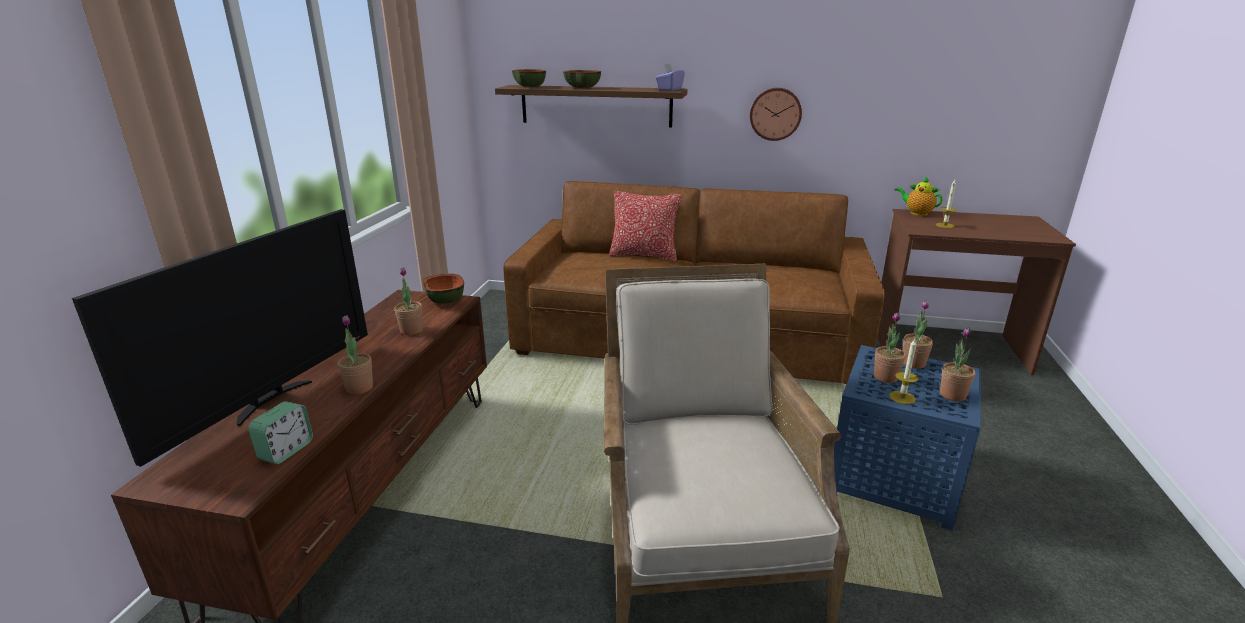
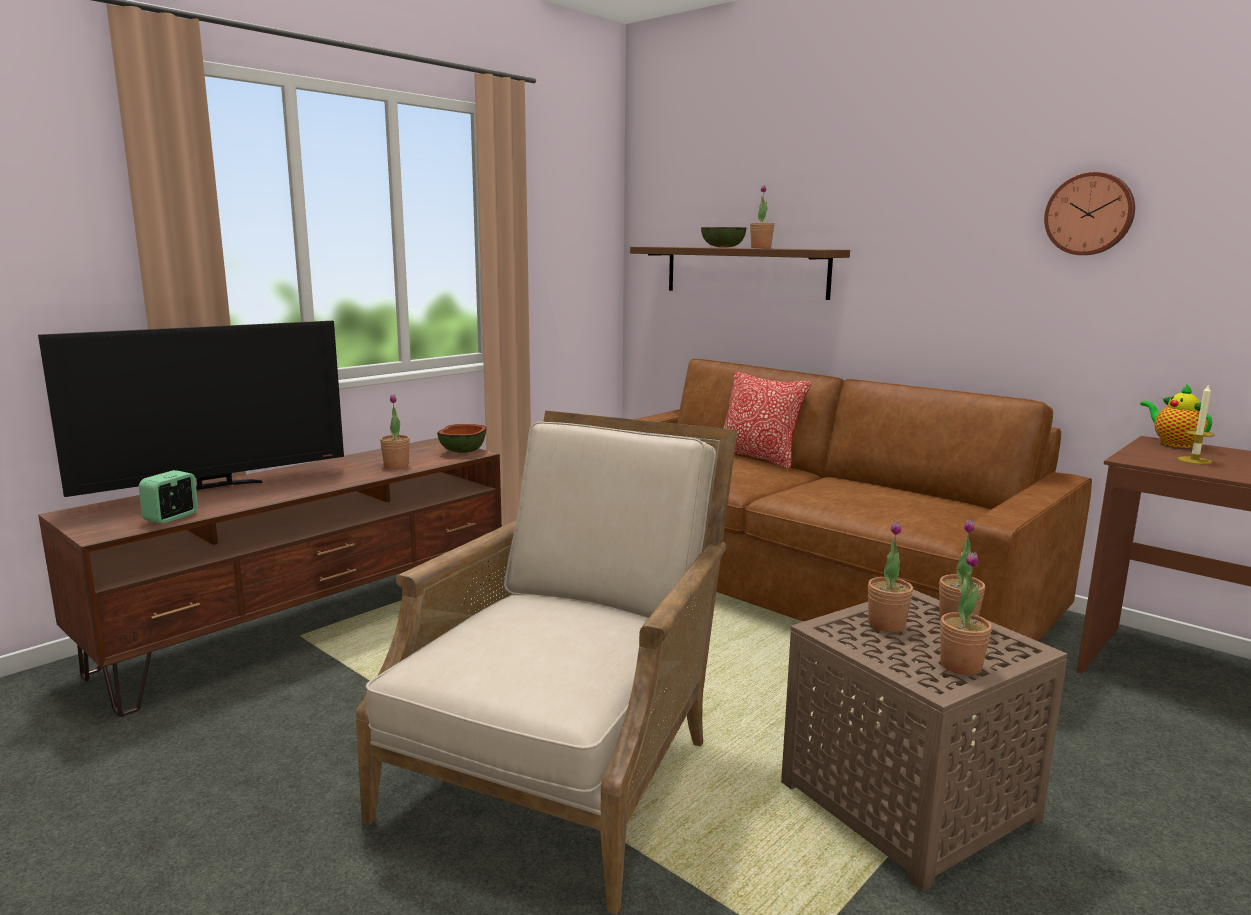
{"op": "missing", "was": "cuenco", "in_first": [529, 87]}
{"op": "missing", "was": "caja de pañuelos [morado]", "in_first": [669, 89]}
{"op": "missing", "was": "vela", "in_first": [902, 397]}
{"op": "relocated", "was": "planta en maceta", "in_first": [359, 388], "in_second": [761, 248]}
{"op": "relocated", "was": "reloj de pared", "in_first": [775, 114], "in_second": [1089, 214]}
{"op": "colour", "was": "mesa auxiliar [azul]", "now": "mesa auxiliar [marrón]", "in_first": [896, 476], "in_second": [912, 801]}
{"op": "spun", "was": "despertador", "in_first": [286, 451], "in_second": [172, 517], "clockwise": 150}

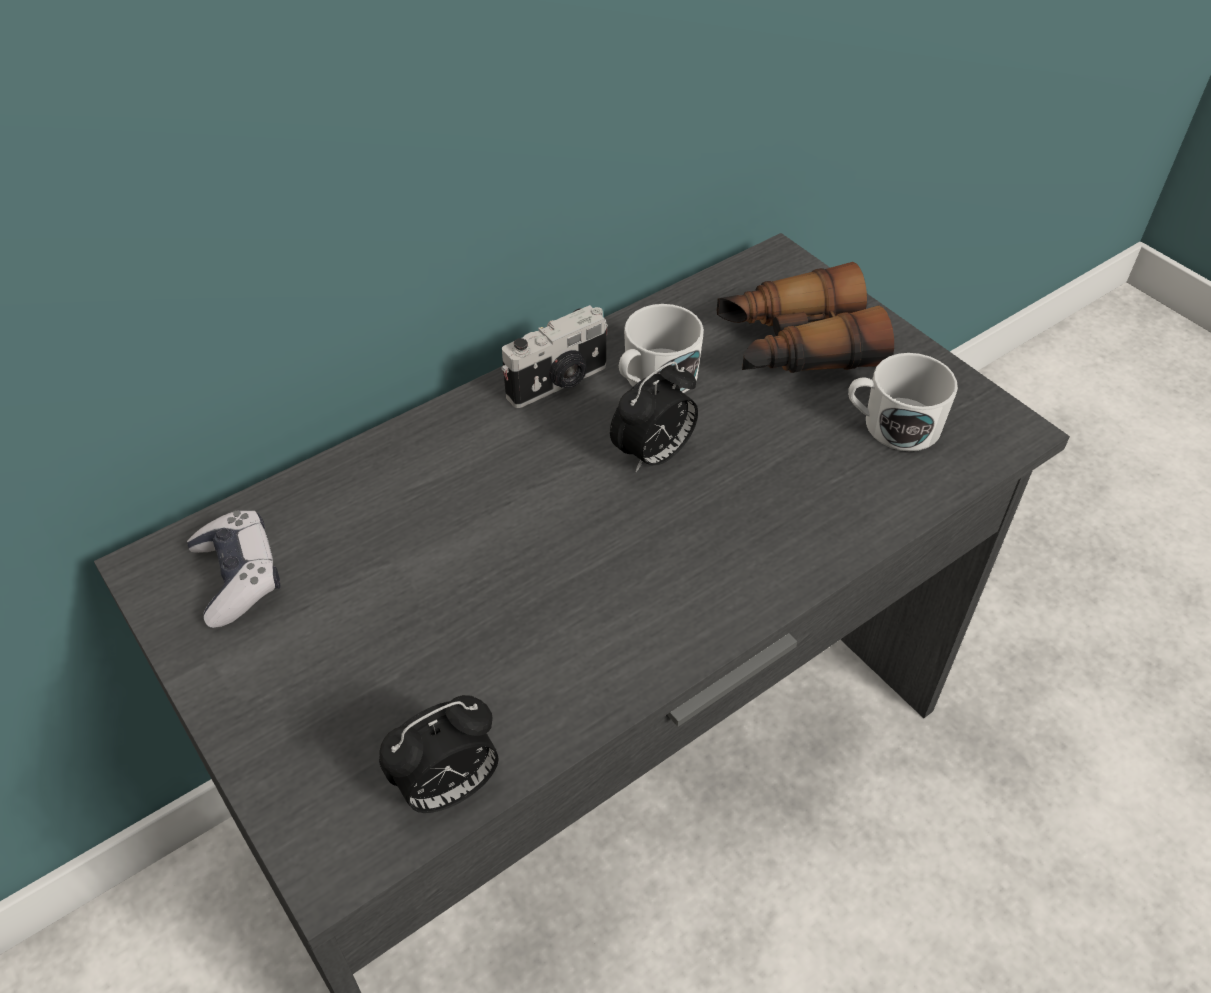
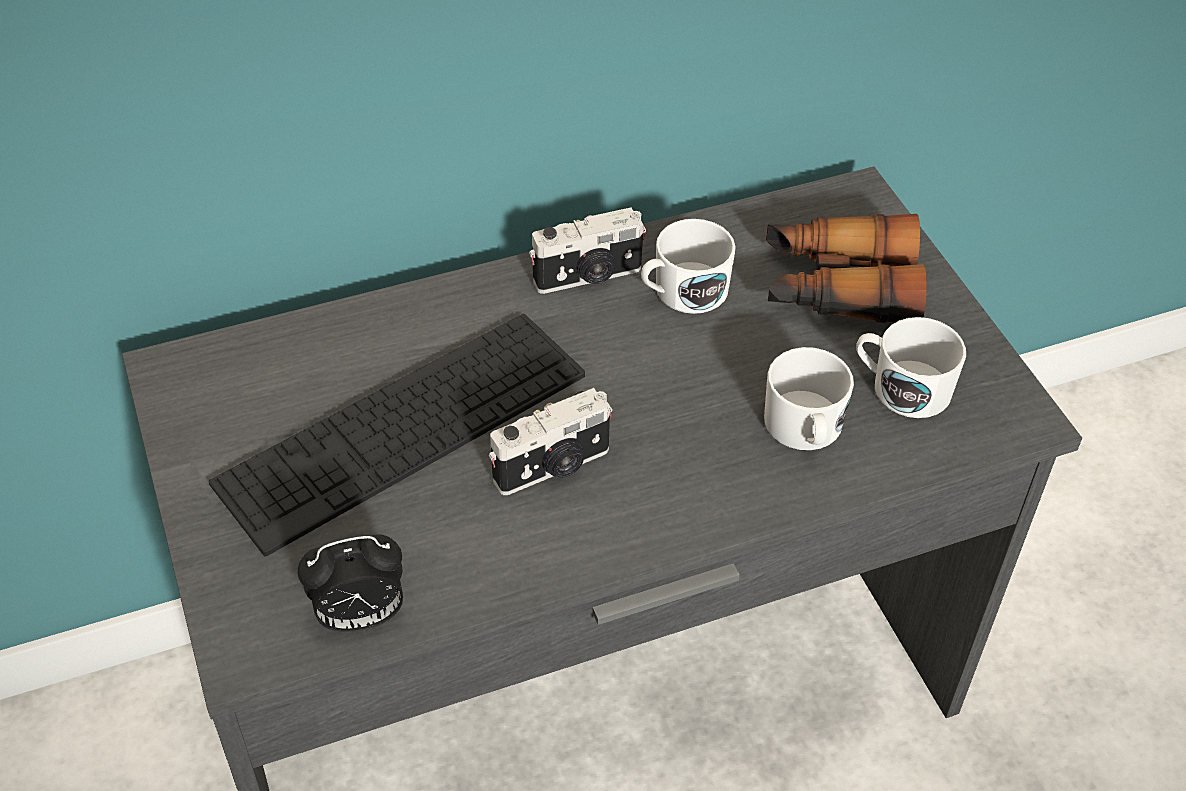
{"op": "missing", "was": "mando de consola", "in_first": [238, 577]}
{"op": "missing", "was": "despertador", "in_first": [654, 455]}
{"op": "appeared", "now": "teclado", "in_second": [403, 428]}
{"op": "appeared", "now": "cámara", "in_second": [553, 468]}
{"op": "appeared", "now": "taza grande [blanco]", "in_second": [805, 430]}

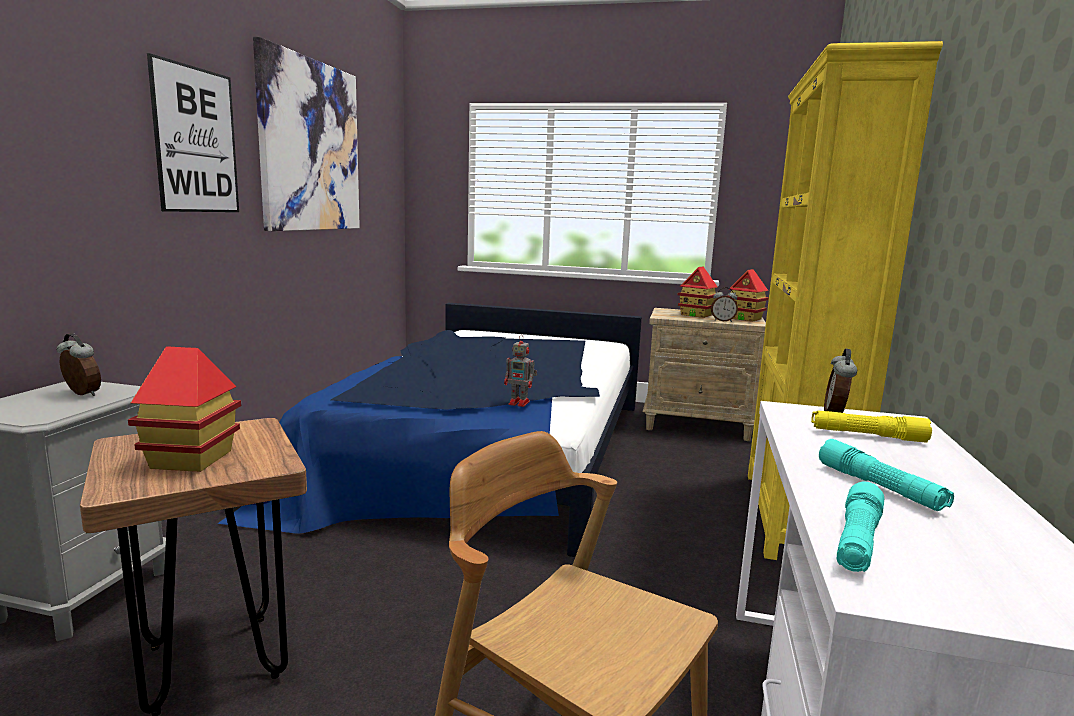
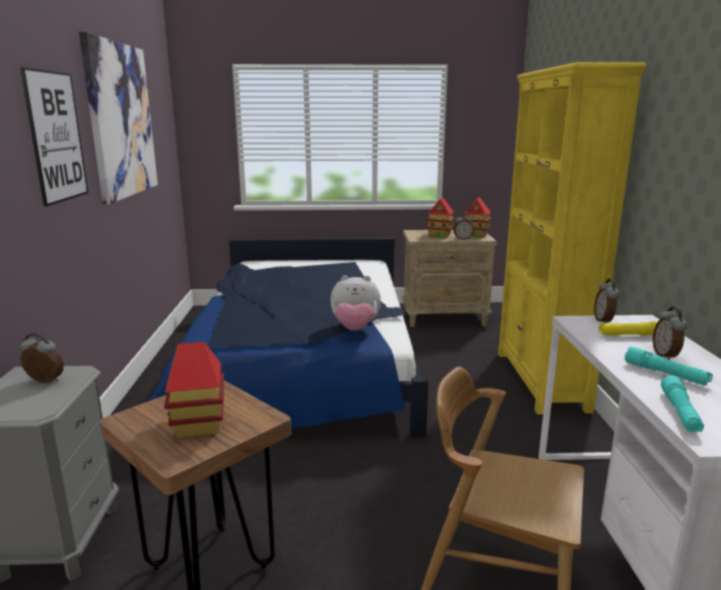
{"op": "appeared", "now": "despertador", "in_second": [666, 355]}
{"op": "exchanged", "was": "robot de juguete", "now": "peluche", "in_first": [520, 403], "in_second": [355, 329]}

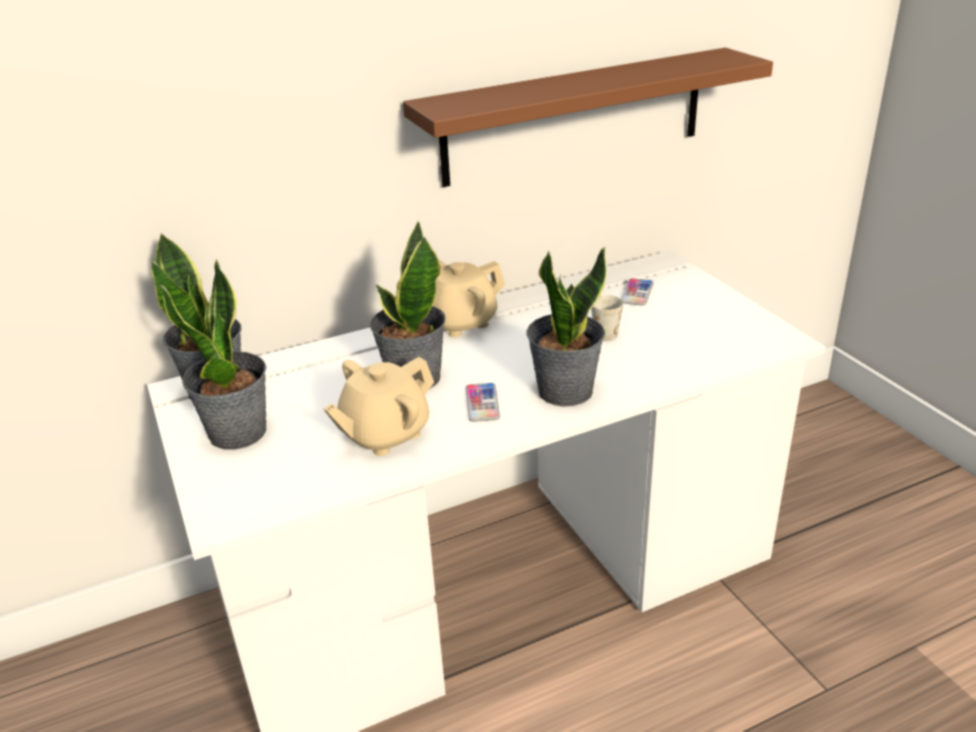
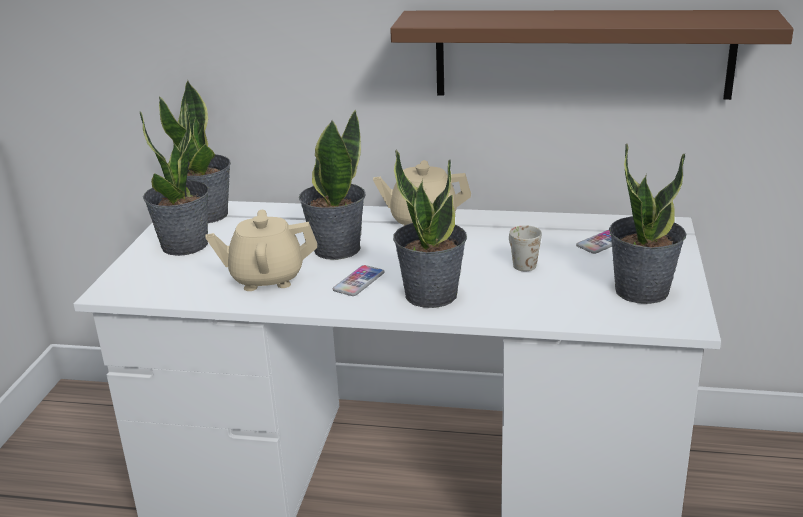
{"op": "appeared", "now": "planta en maceta", "in_second": [641, 290]}

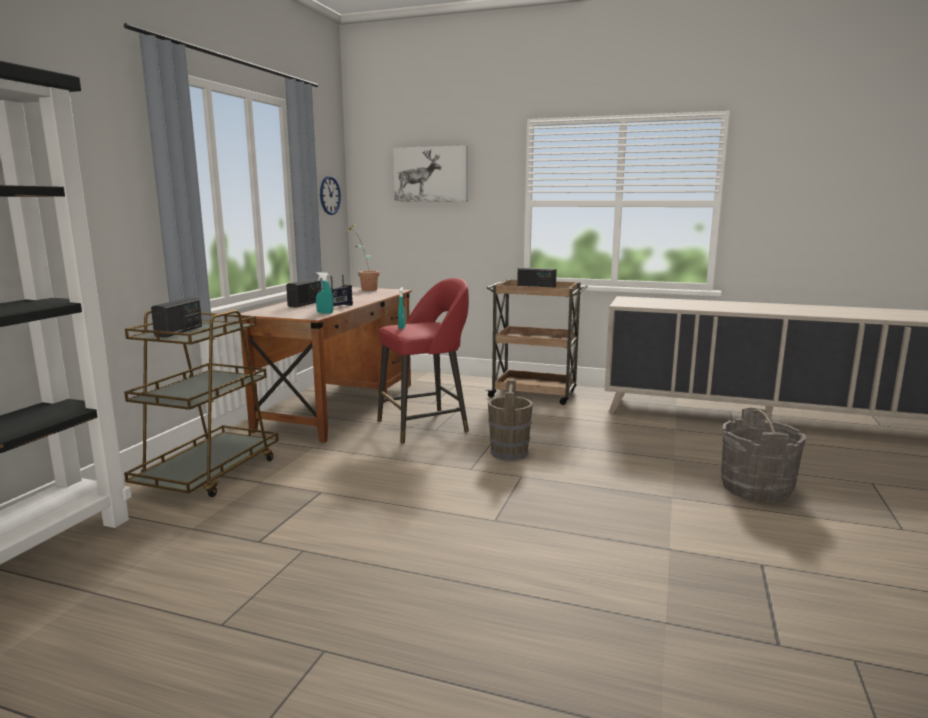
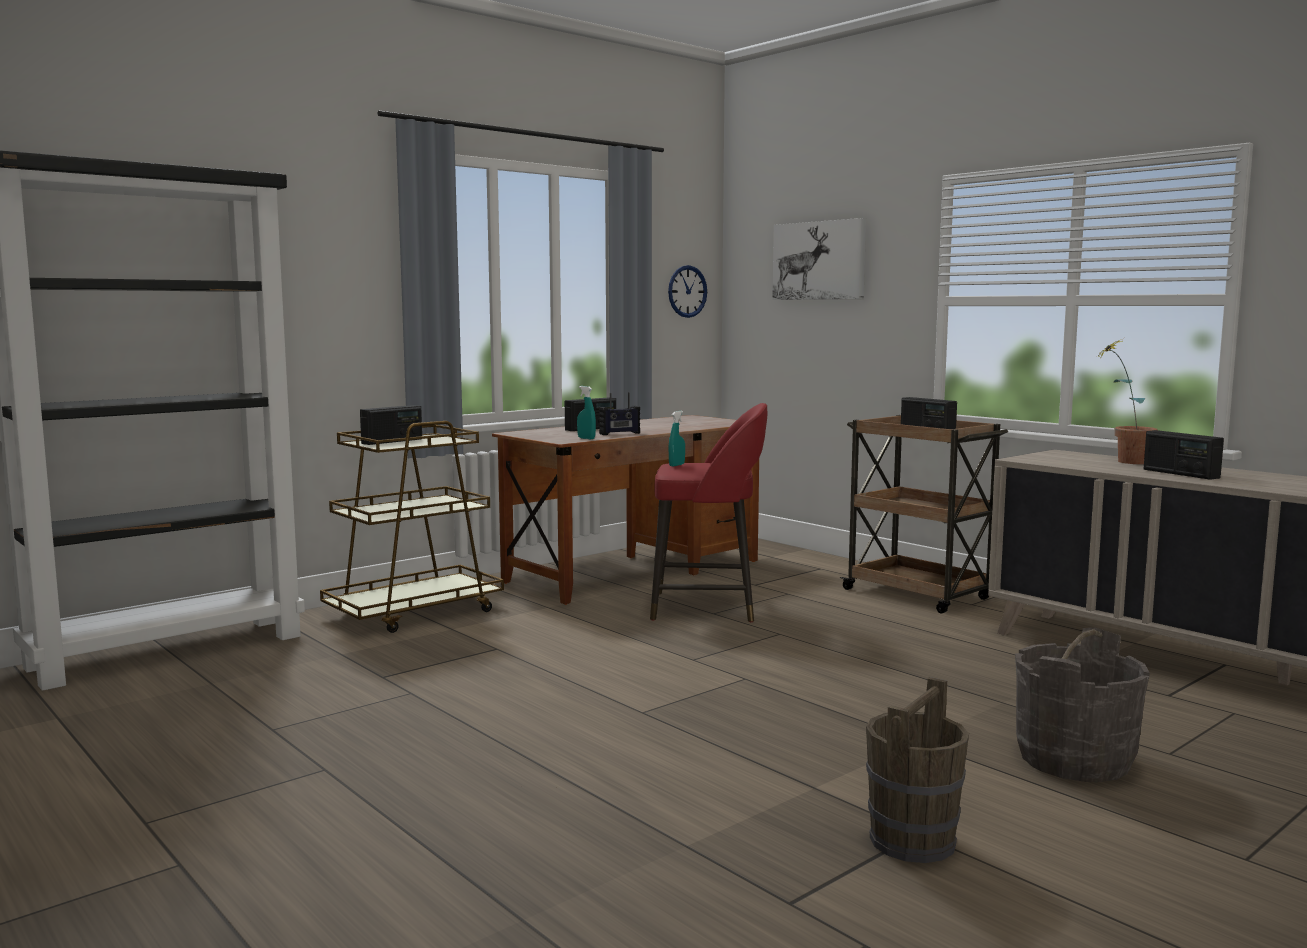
{"op": "appeared", "now": "radio", "in_second": [1180, 474]}
{"op": "relocated", "was": "planta en maceta", "in_first": [364, 290], "in_second": [1123, 461]}
{"op": "relocated", "was": "cubo [marrón]", "in_first": [509, 452], "in_second": [913, 841]}

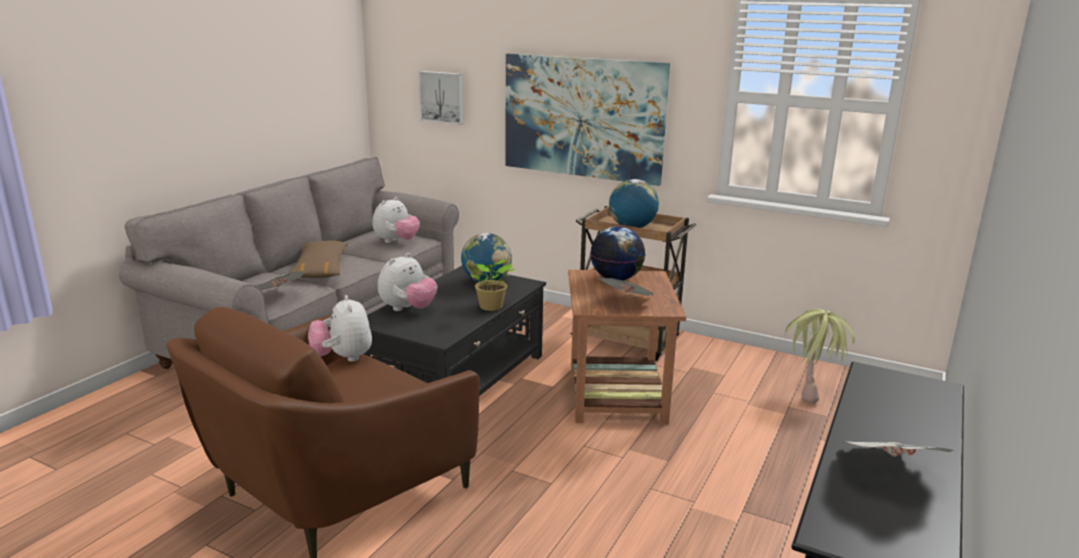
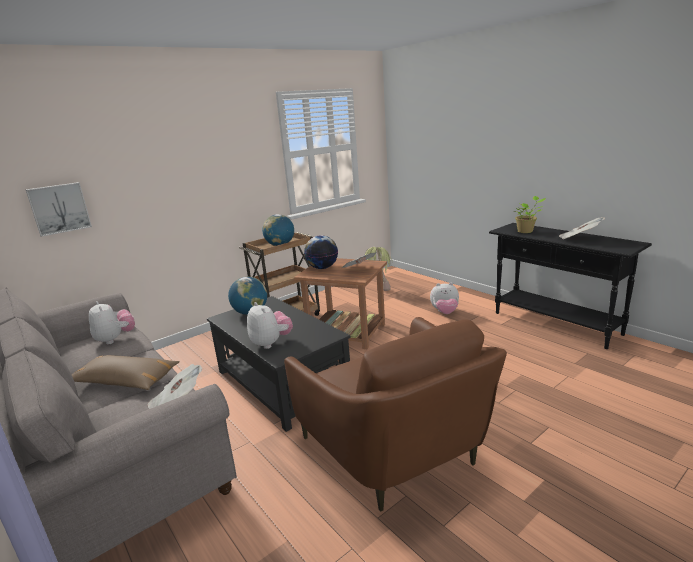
{"op": "missing", "was": "cuadro", "in_first": [582, 117]}
{"op": "relocated", "was": "peluche", "in_first": [343, 358], "in_second": [445, 312]}
{"op": "relocated", "was": "planta en maceta", "in_first": [491, 307], "in_second": [526, 231]}

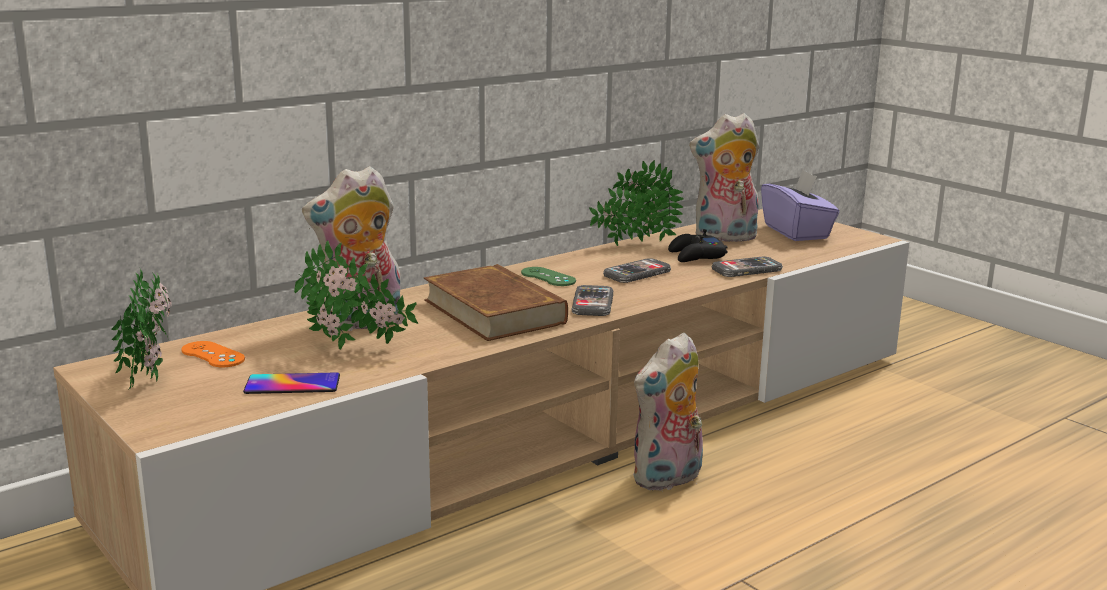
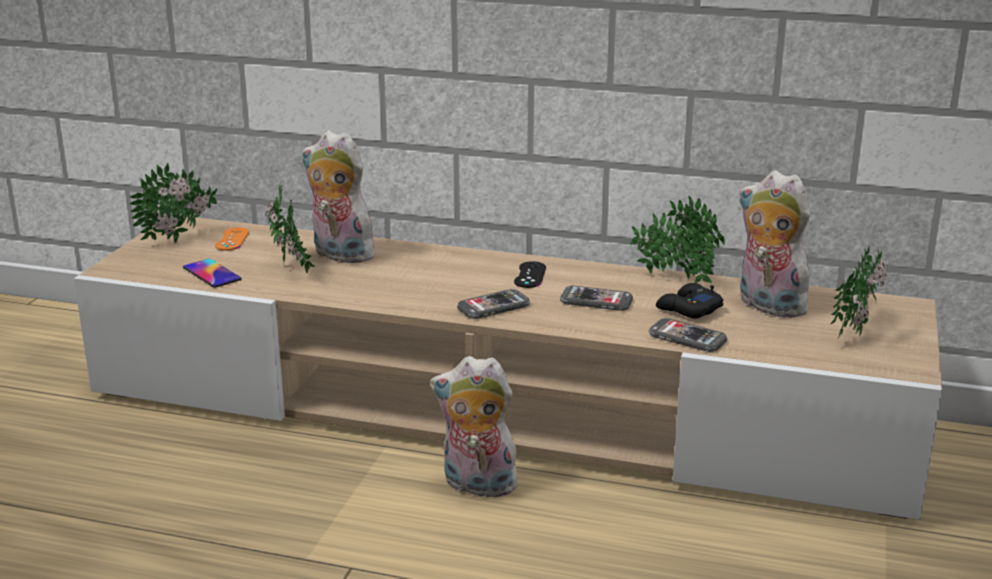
{"op": "missing", "was": "libro [marrón]", "in_first": [494, 311]}
{"op": "exchanged", "was": "caja de pañuelos [morado]", "now": "planta en maceta", "in_first": [797, 232], "in_second": [855, 330]}
{"op": "colour", "was": "mando de consola [verde]", "now": "mando de consola [negro]", "in_first": [548, 277], "in_second": [530, 275]}

